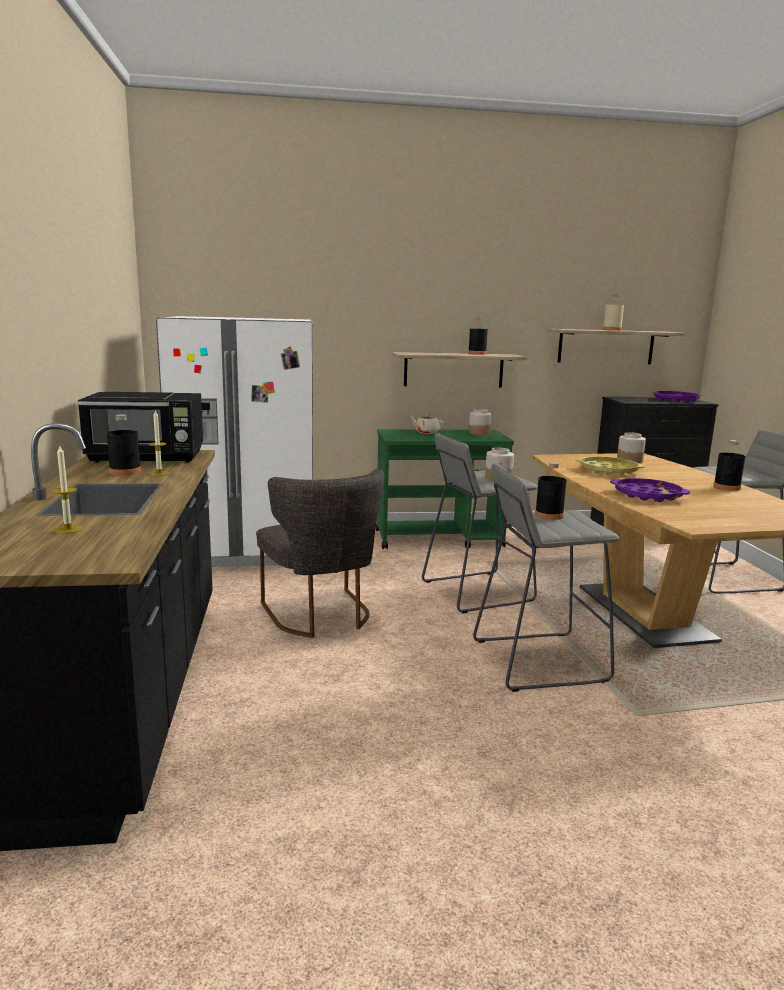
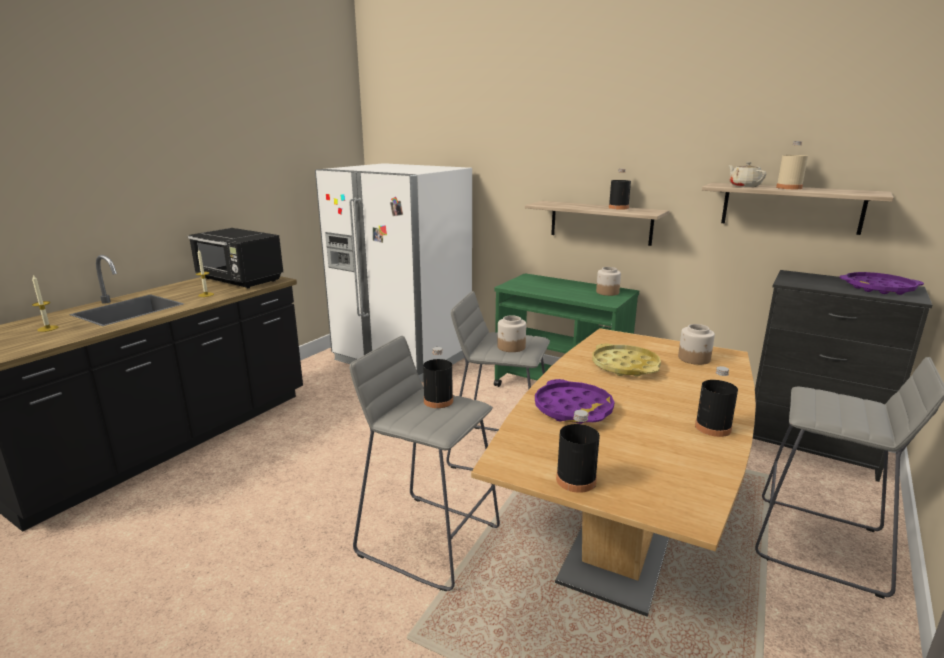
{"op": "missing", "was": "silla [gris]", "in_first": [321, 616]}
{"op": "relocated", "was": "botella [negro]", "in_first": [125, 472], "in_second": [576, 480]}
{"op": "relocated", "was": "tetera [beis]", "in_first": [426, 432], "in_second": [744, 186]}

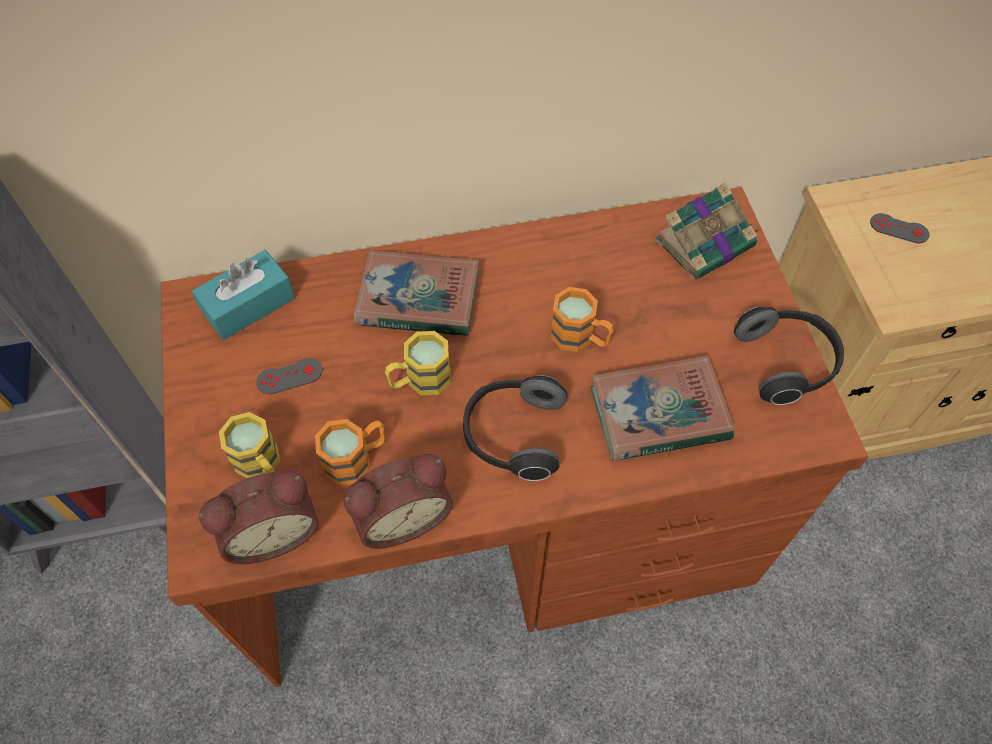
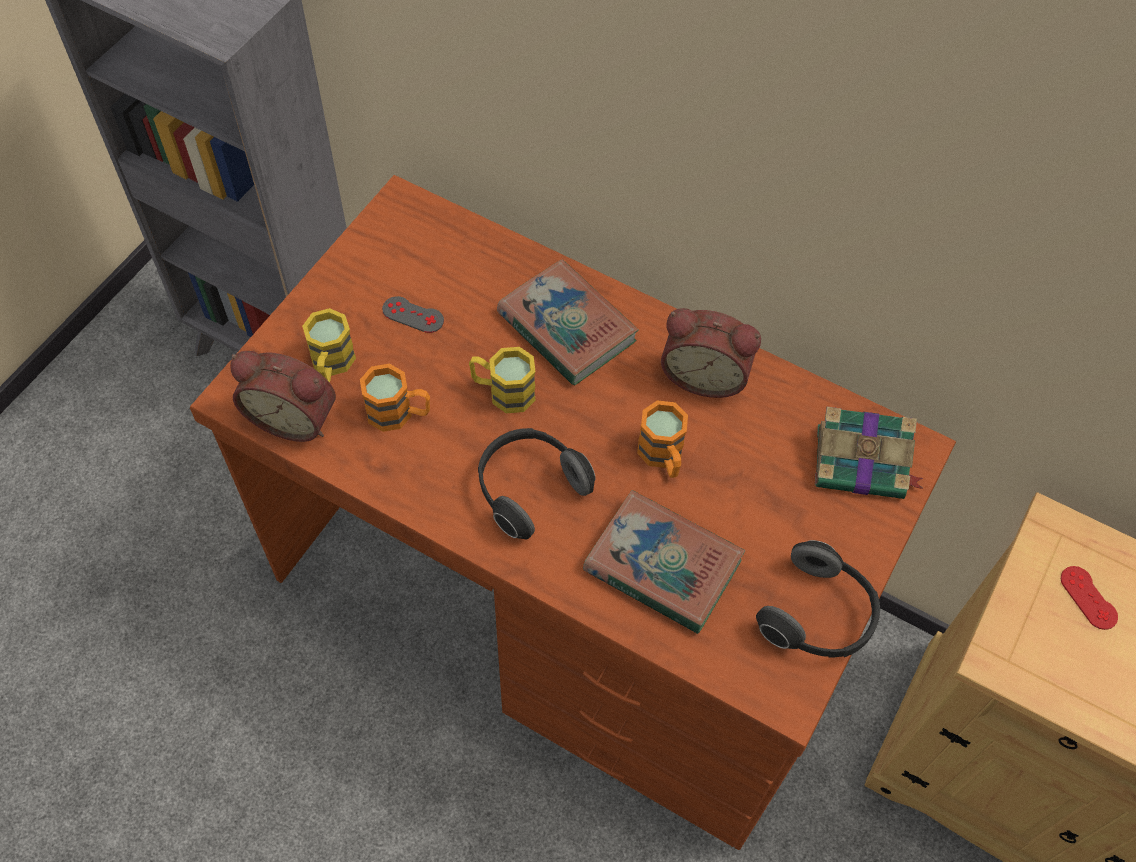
{"op": "missing", "was": "caja de pañuelos [turquesa]", "in_first": [248, 305]}
{"op": "relocated", "was": "despertador", "in_first": [401, 515], "in_second": [705, 374]}
{"op": "colour", "was": "mando de consola [gris]", "now": "mando de consola [rojo]", "in_first": [899, 228], "in_second": [1088, 597]}

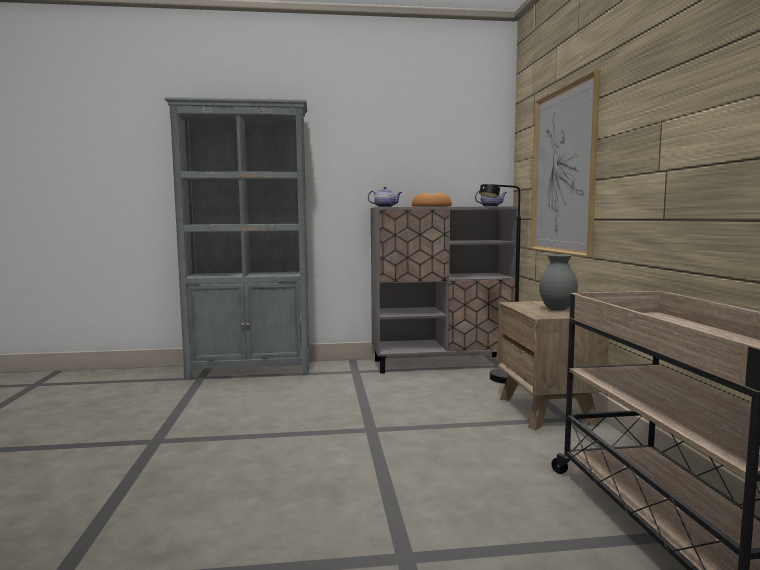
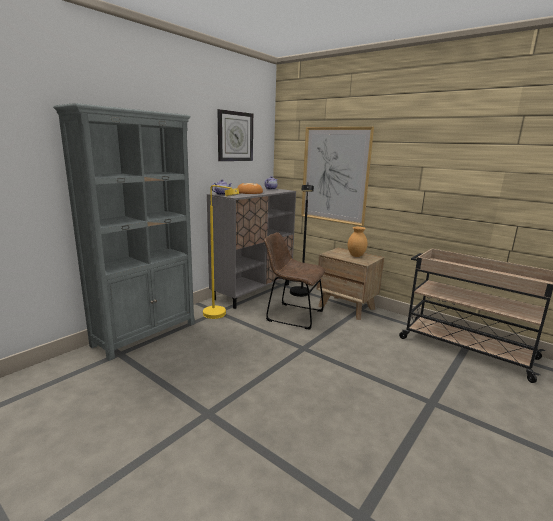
{"op": "appeared", "now": "lámpara de pie [amarillo]", "in_second": [219, 315]}
{"op": "appeared", "now": "reloj de pared", "in_second": [235, 136]}
{"op": "appeared", "now": "silla [marrón]", "in_second": [292, 315]}
{"op": "colour", "was": "florero [gris]", "now": "florero [marrón]", "in_first": [558, 309], "in_second": [356, 256]}

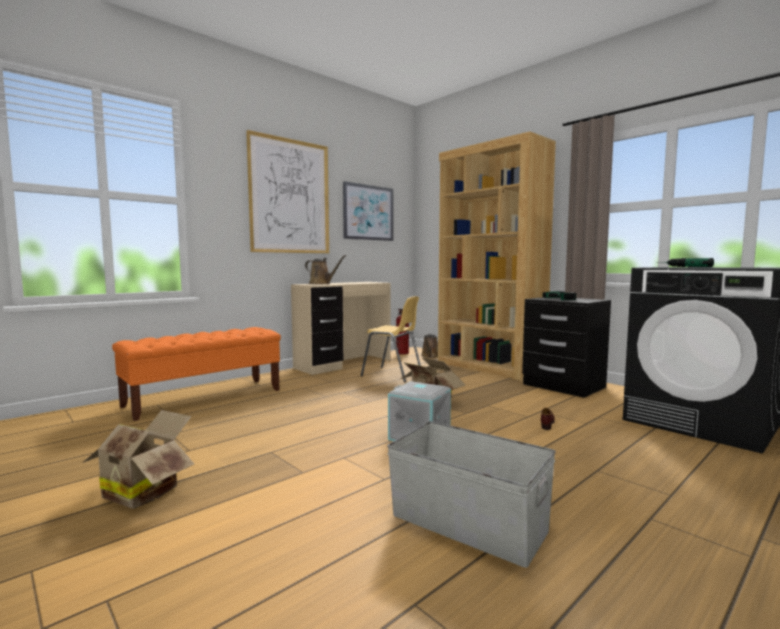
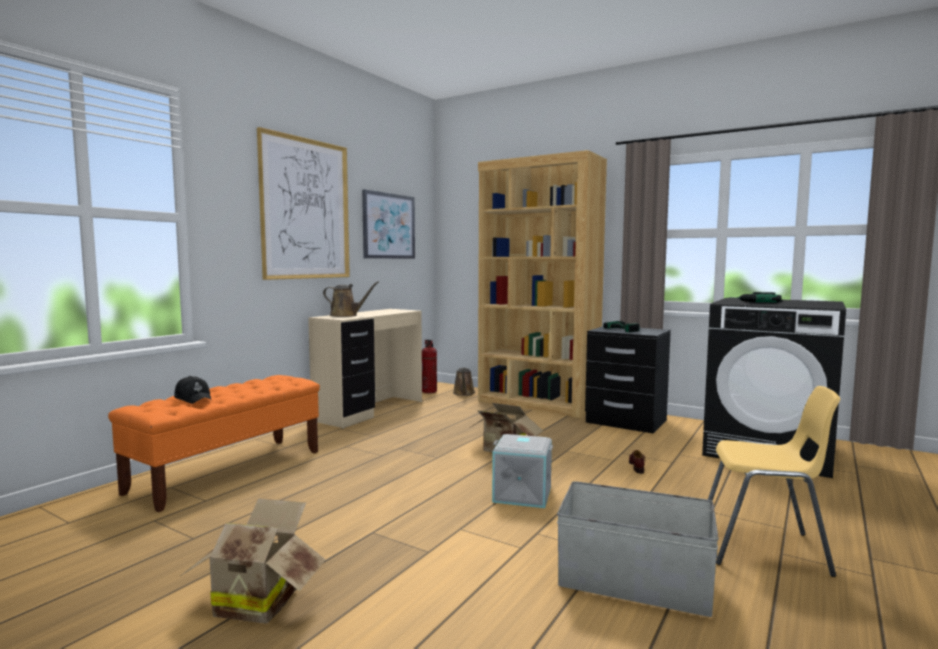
{"op": "appeared", "now": "gorra [negro]", "in_second": [193, 398]}
{"op": "relocated", "was": "silla [amarillo]", "in_first": [392, 374], "in_second": [764, 548]}

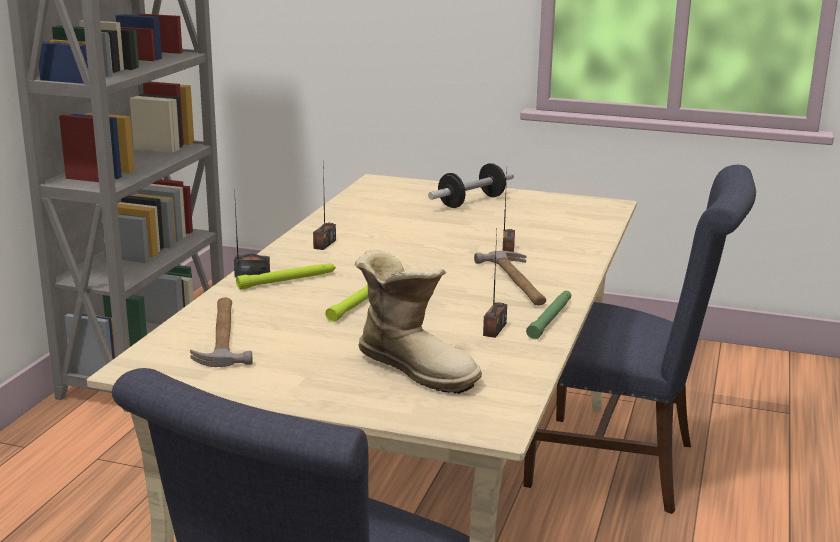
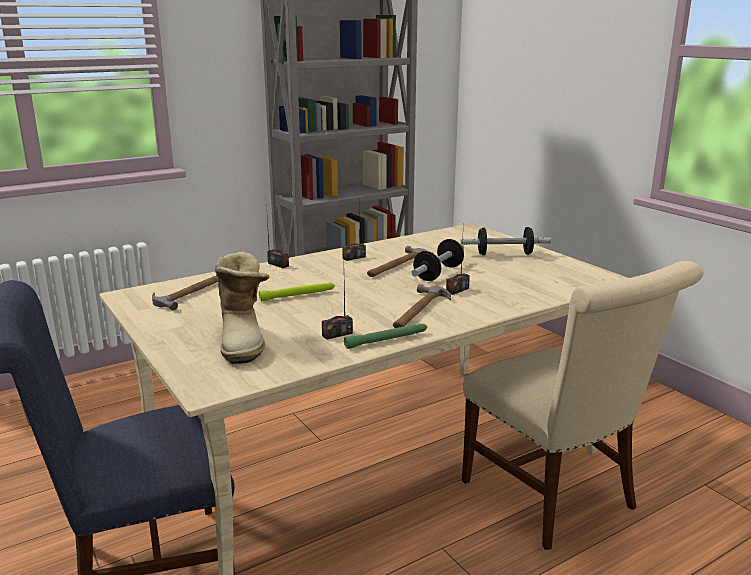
{"op": "missing", "was": "linterna [verde]", "in_first": [287, 281]}
{"op": "appeared", "now": "martillo", "in_second": [397, 265]}
{"op": "appeared", "now": "mancuerna", "in_second": [438, 273]}
{"op": "colour", "was": "silla [azul]", "now": "silla [beis]", "in_first": [623, 465], "in_second": [556, 499]}

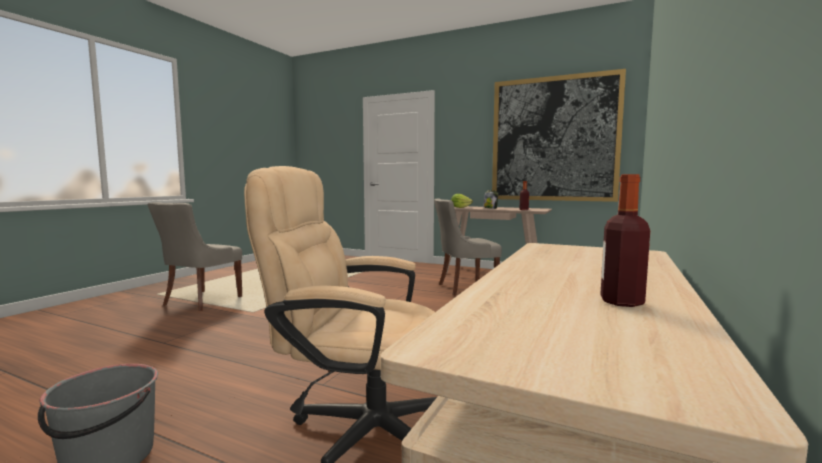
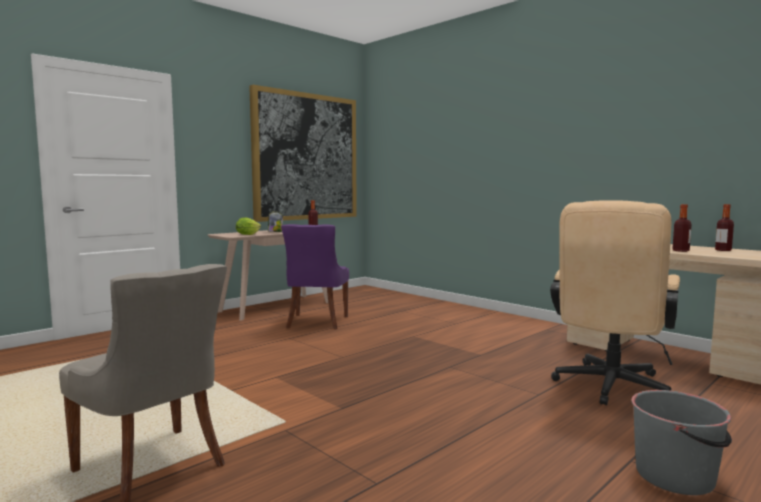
{"op": "appeared", "now": "botella", "in_second": [680, 251]}
{"op": "colour", "was": "silla [gris]", "now": "silla [morado]", "in_first": [465, 288], "in_second": [316, 322]}

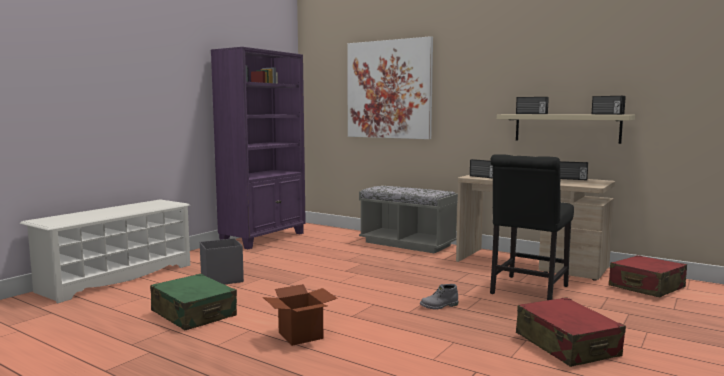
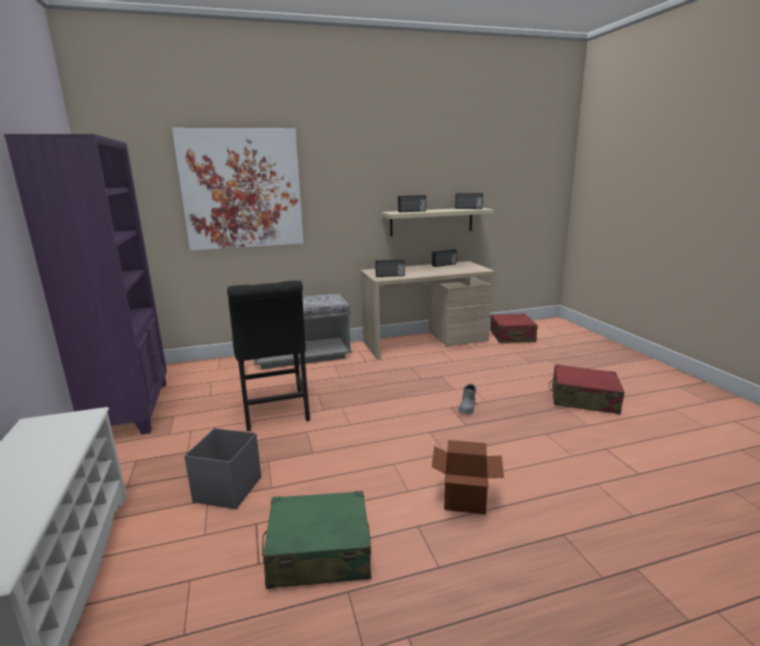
{"op": "relocated", "was": "silla [negro]", "in_first": [527, 291], "in_second": [275, 412]}

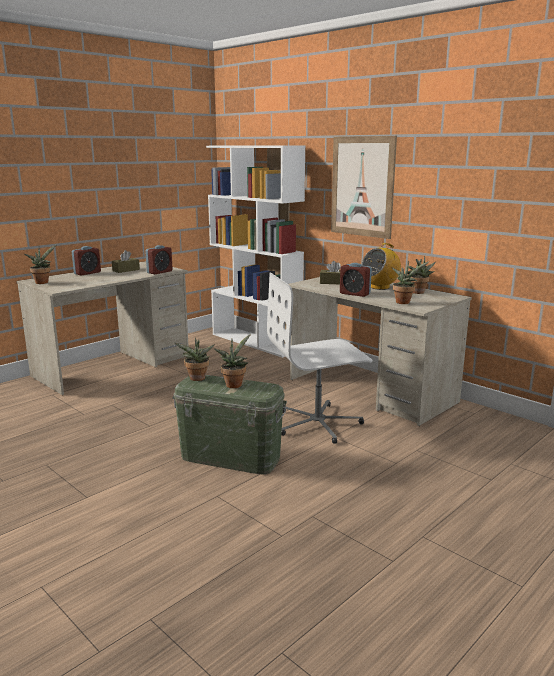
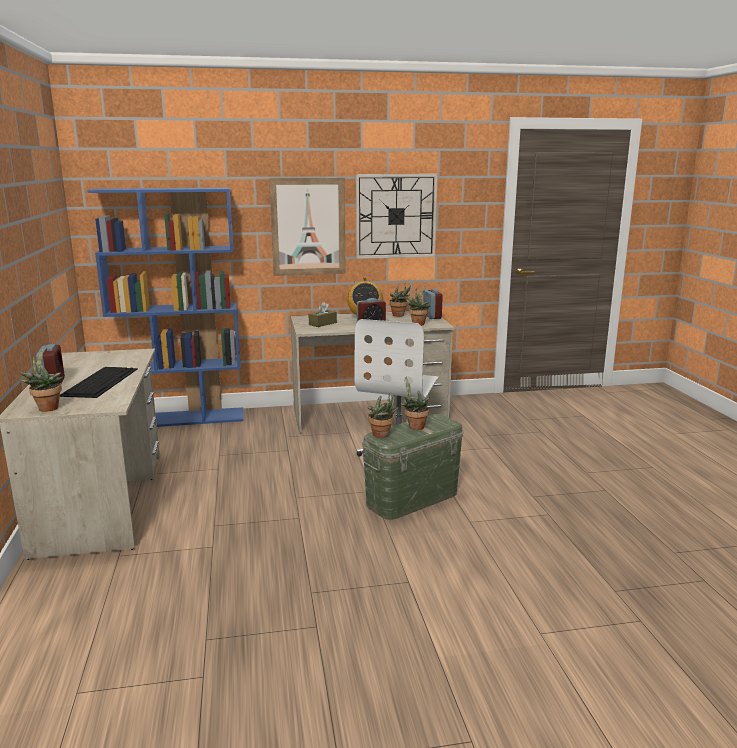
{"op": "missing", "was": "caja de pañuelos [marrón]", "in_first": [126, 270]}
{"op": "appeared", "now": "teclado", "in_second": [100, 381]}
{"op": "appeared", "now": "reloj de pared", "in_second": [396, 216]}
{"op": "relocated", "was": "despertador", "in_first": [159, 272], "in_second": [432, 316]}
{"op": "colour", "was": "estantería [blanco]", "now": "estantería [azul]", "in_first": [256, 342], "in_second": [183, 418]}

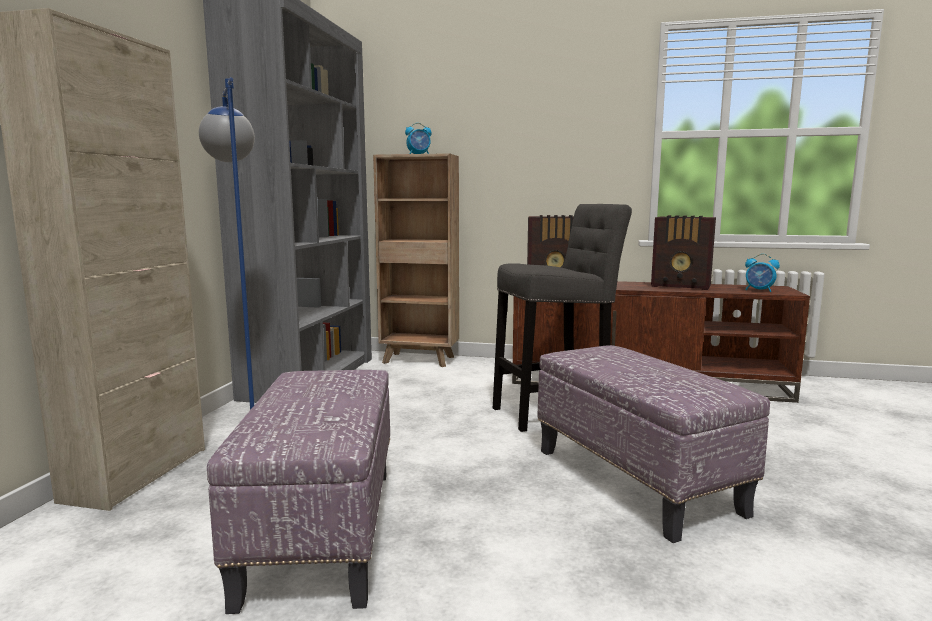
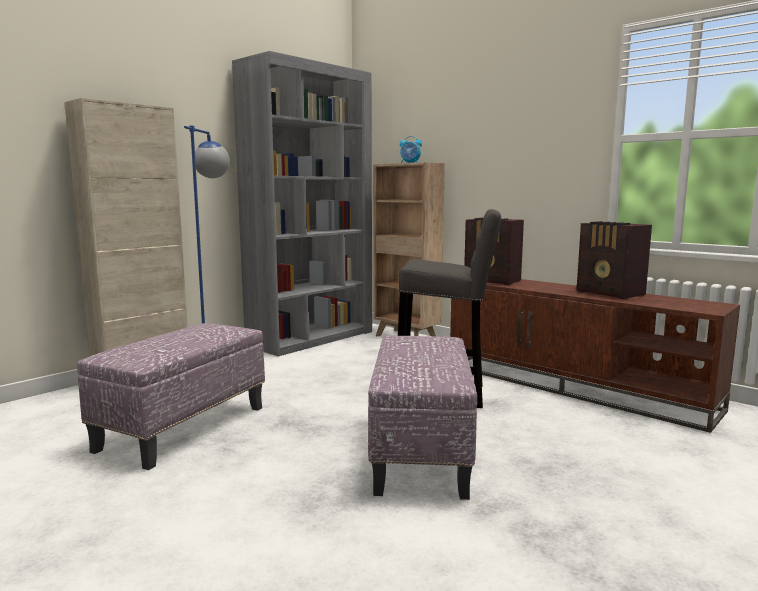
{"op": "missing", "was": "despertador", "in_first": [759, 290]}

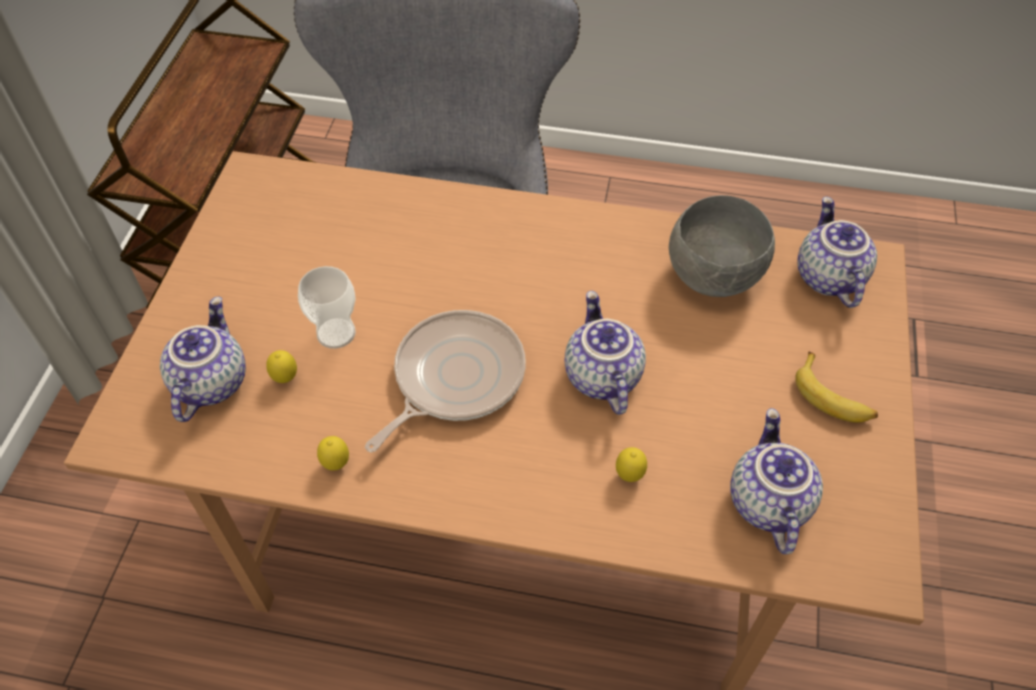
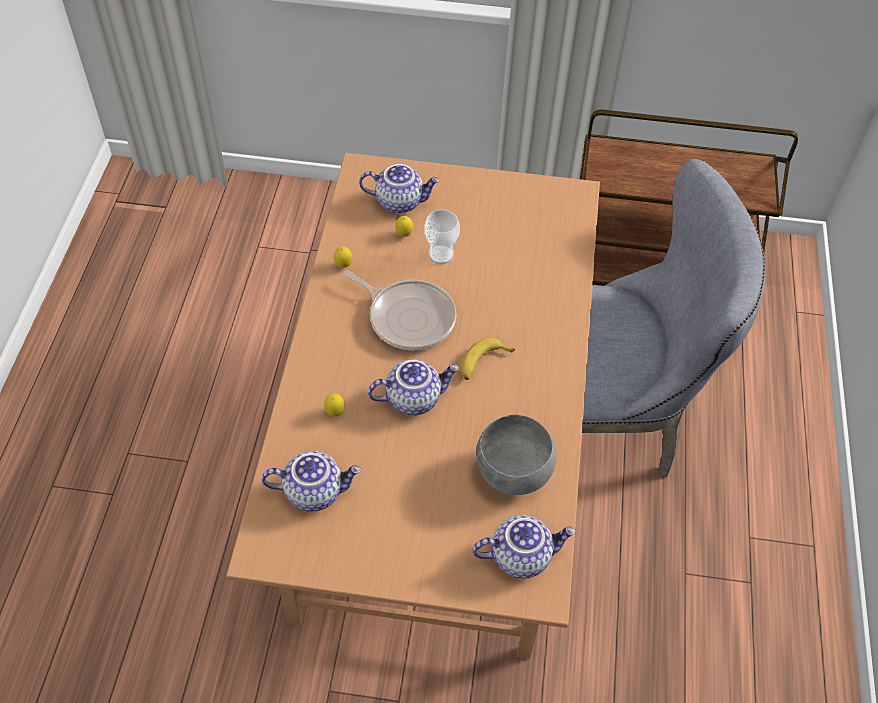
{"op": "relocated", "was": "plátano", "in_first": [833, 397], "in_second": [482, 363]}

